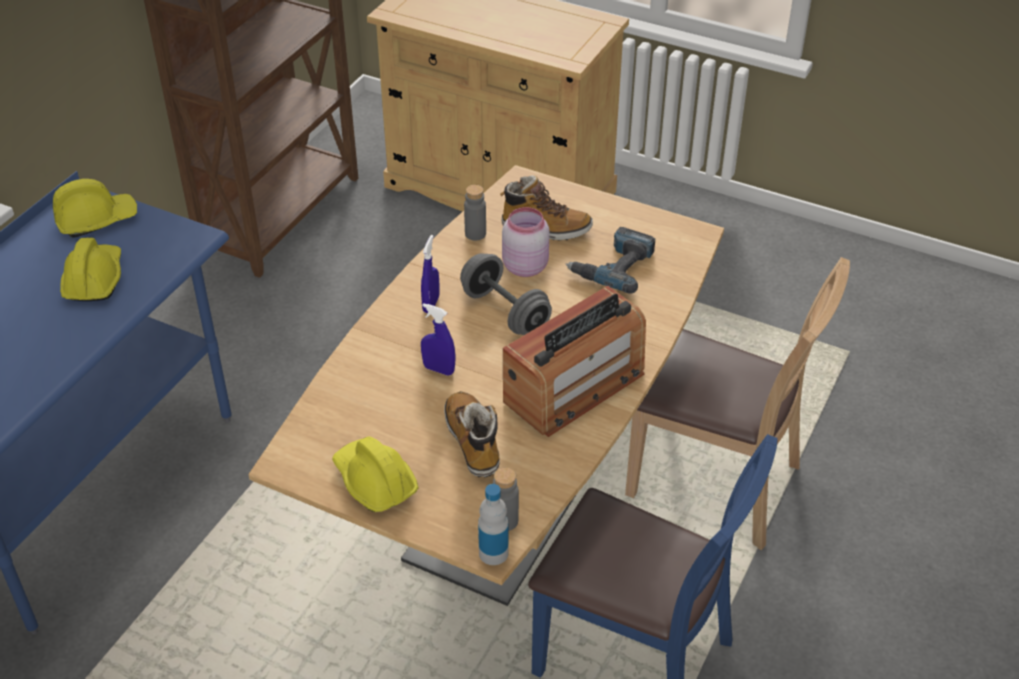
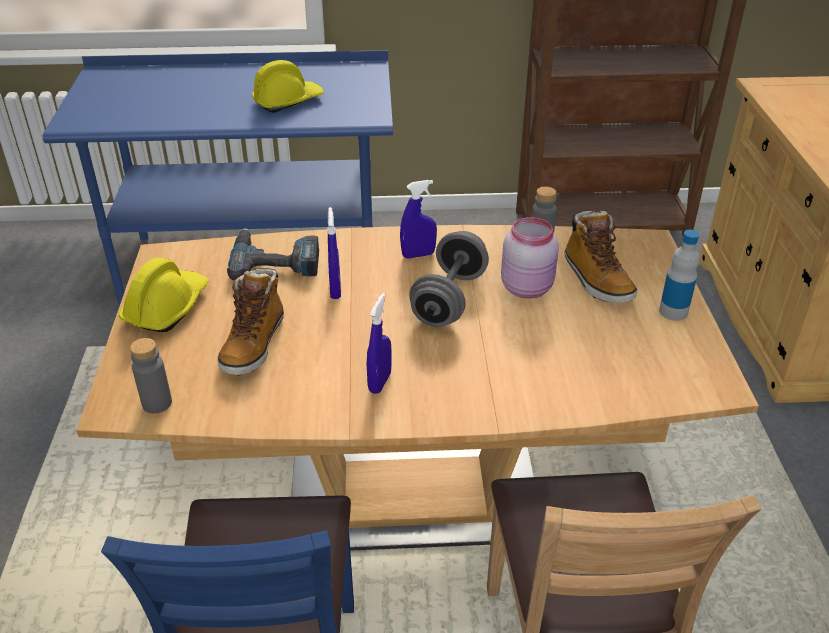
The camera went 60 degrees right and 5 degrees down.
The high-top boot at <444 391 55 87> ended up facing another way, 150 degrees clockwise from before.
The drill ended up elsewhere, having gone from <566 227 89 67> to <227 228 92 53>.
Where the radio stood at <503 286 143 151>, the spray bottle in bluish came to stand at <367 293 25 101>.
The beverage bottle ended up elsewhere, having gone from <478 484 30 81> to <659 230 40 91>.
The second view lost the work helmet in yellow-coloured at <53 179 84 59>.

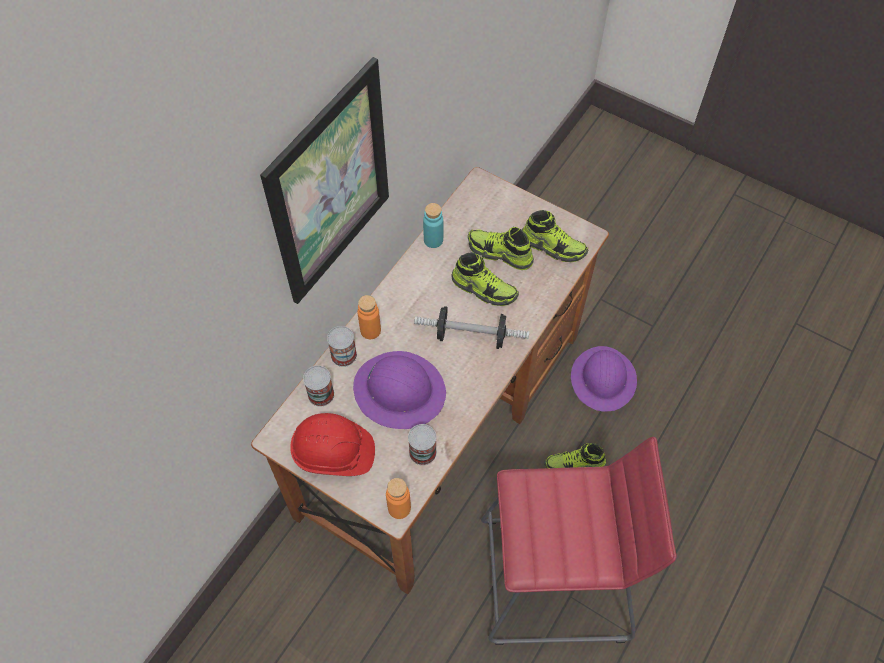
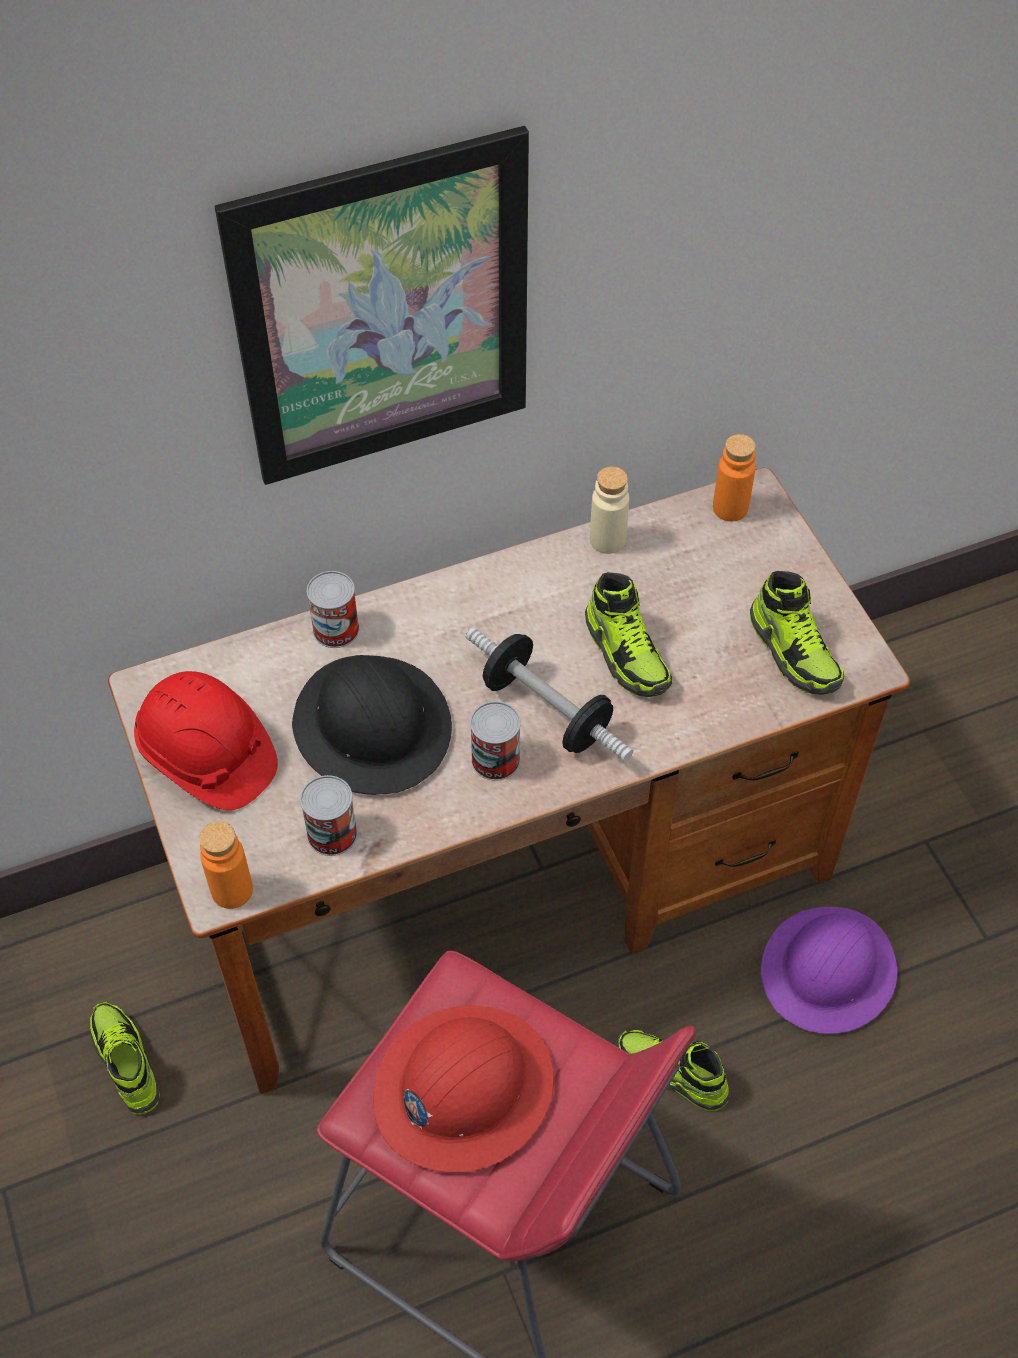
The camera went 35 degrees right and 5 degrees down.
The item of footwear ended up elsewhere, having gone from <468 227 66 43> to <90 1001 70 114>.
What was the work helmet in purple-coloured at <353 351 93 78> turned into the work helmet in blackish at <292 655 160 140>.
The second view gained the work helmet in red-coloured at <373 1006 181 167>.
The sealed can ended up elsewhere, having gone from <303 366 32 41> to <470 701 51 80>.
What was the beverage bottle in turquoise-coloured at <423 203 20 45> turned into the beverage bottle in beige at <590 466 39 88>.
The beverage bottle in orange ended up elsewhere, having gone from <358 295 23 44> to <713 434 43 87>.

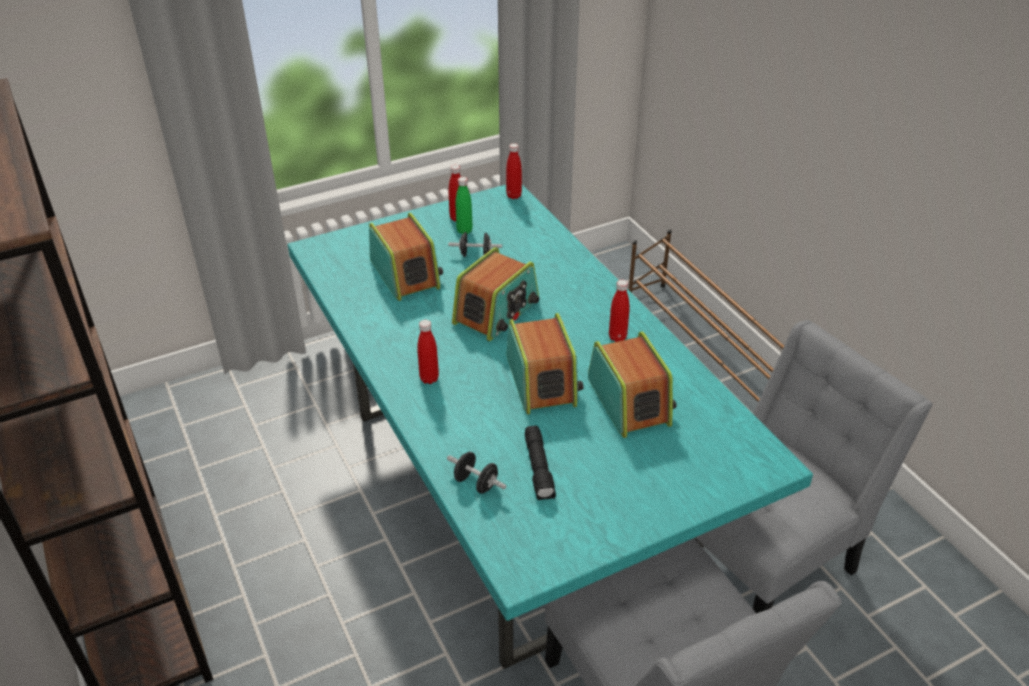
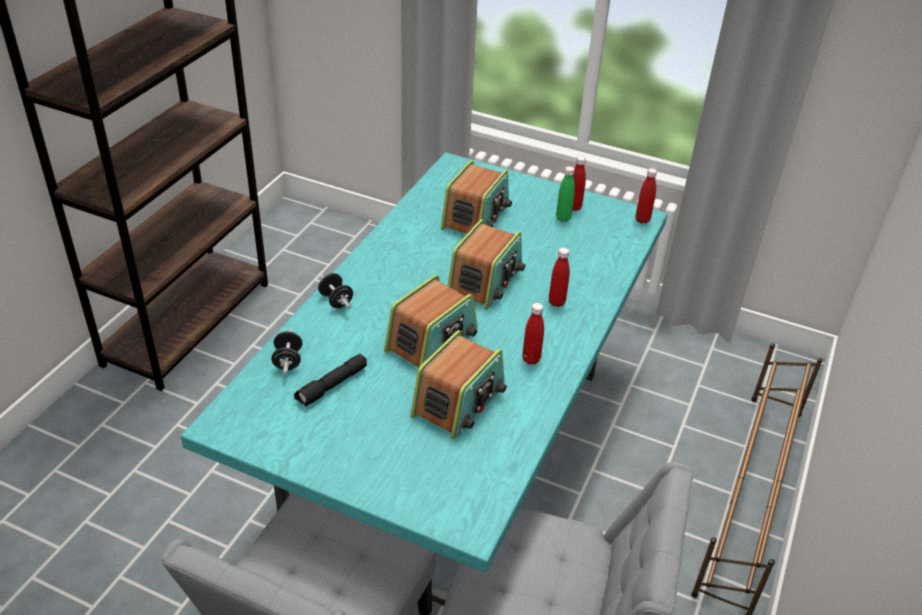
The camera went 50 degrees right and 0 degrees up.
The free weight in blackish ended up elsewhere, having gone from <448 232 54 25> to <318 273 35 35>.
The radio at <452 247 87 94> ended up facing another way, 60 degrees counterclockwise from before.
The beverage bottle in red-coloured ended up elsewhere, having gone from <417 320 22 64> to <549 247 21 60>.

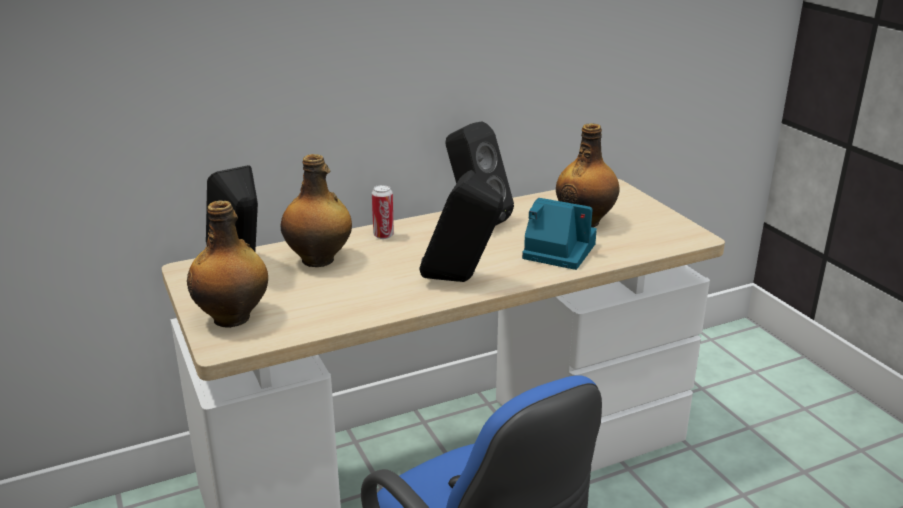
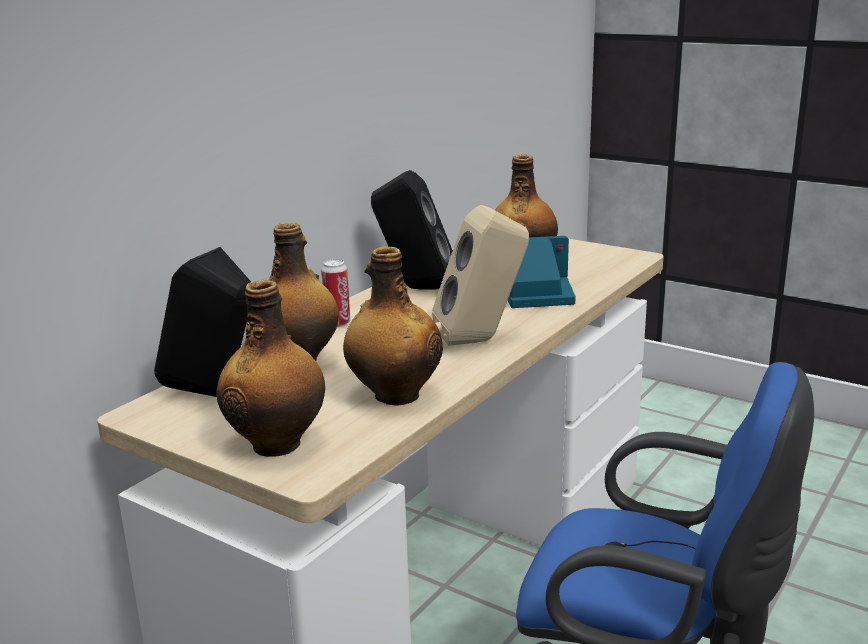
The camera went 30 degrees left and 5 degrees down.
The second view gained the beverage bottle at <343 246 100 159>.
What was the loudspeaker in blackish at <420 170 83 112> turned into the loudspeaker in beige at <432 205 97 141>.

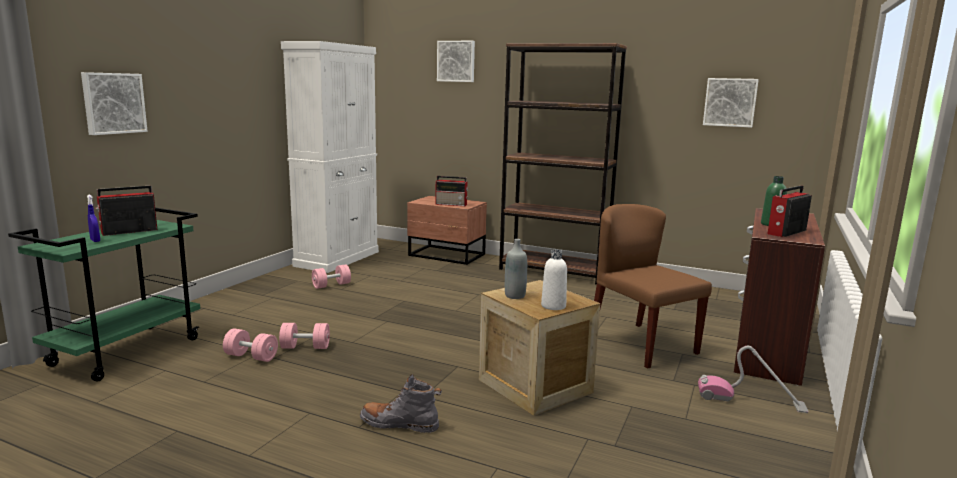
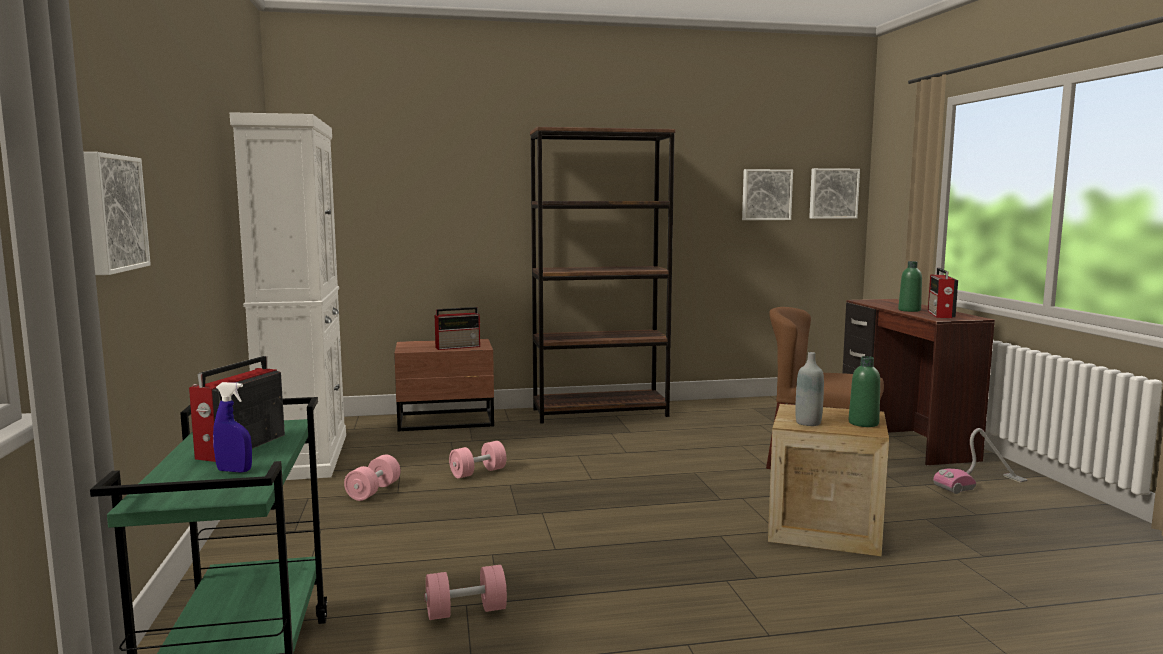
The camera went 35 degrees left and 5 degrees down.
The free weight in pink-coloured ended up elsewhere, having gone from <279 323 51 26> to <449 441 57 37>.
The wall art ended up elsewhere, having gone from <437 41 38 41> to <809 168 51 51>.
What was the beverage bottle in white at <541 250 26 60> turned into the beverage bottle in green at <848 356 32 71>.
The second view lost the high-top boot in greyish at <360 374 82 59>.

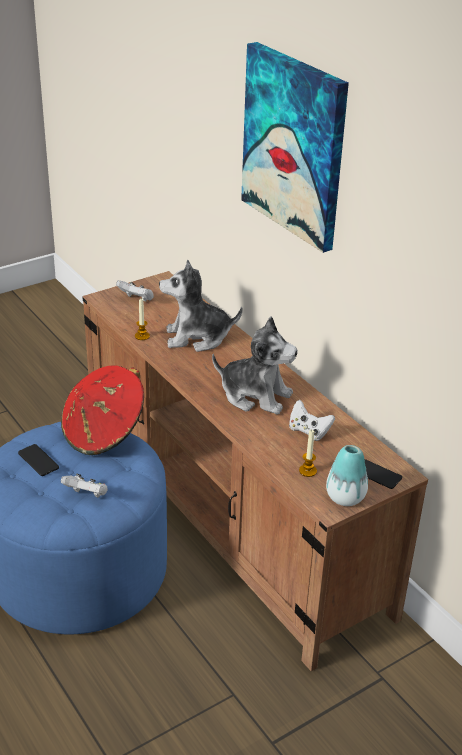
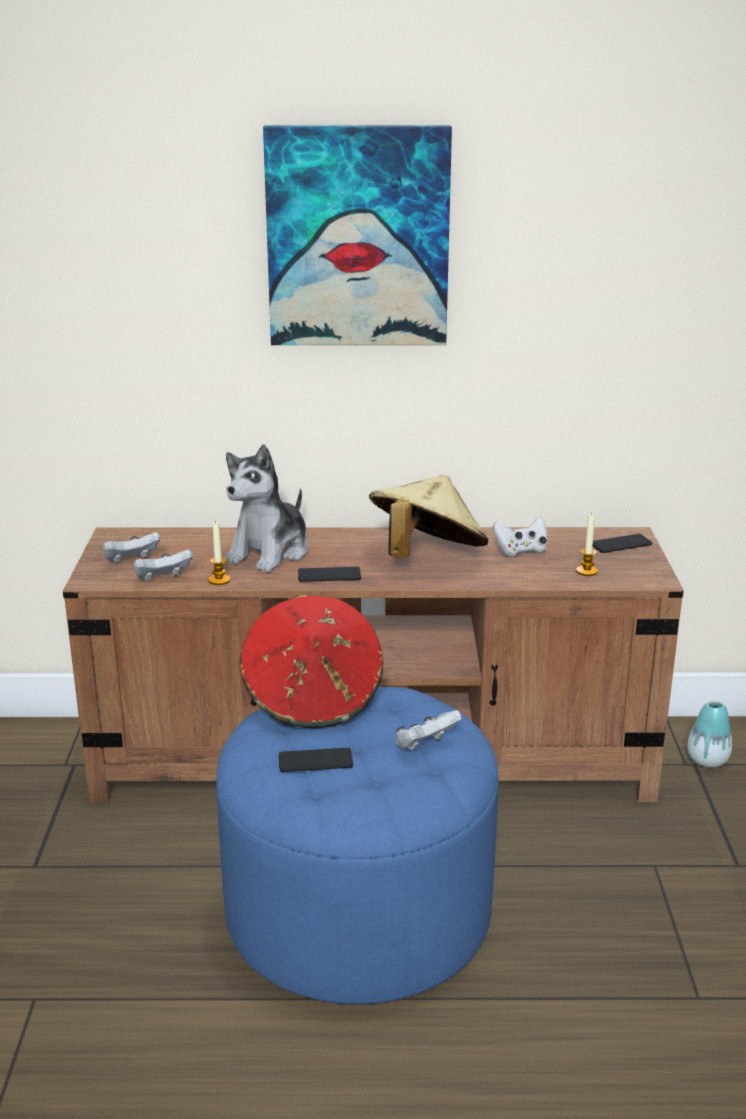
The camera went 55 degrees left and 10 degrees down.
The second view gained the joypad in white at <134 549 58 32>.
The second view gained the phone at <298 567 63 15>.
Where the cuddly toy stood at <212 316 86 98>, the clothing hat in beige came to stand at <369 475 119 84>.
The decorative vase ended up elsewhere, having gone from <326 445 42 61> to <687 701 45 67>.

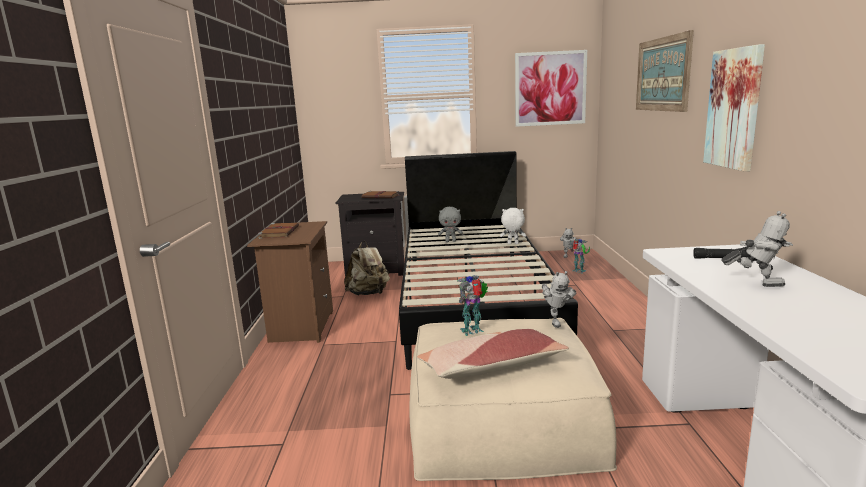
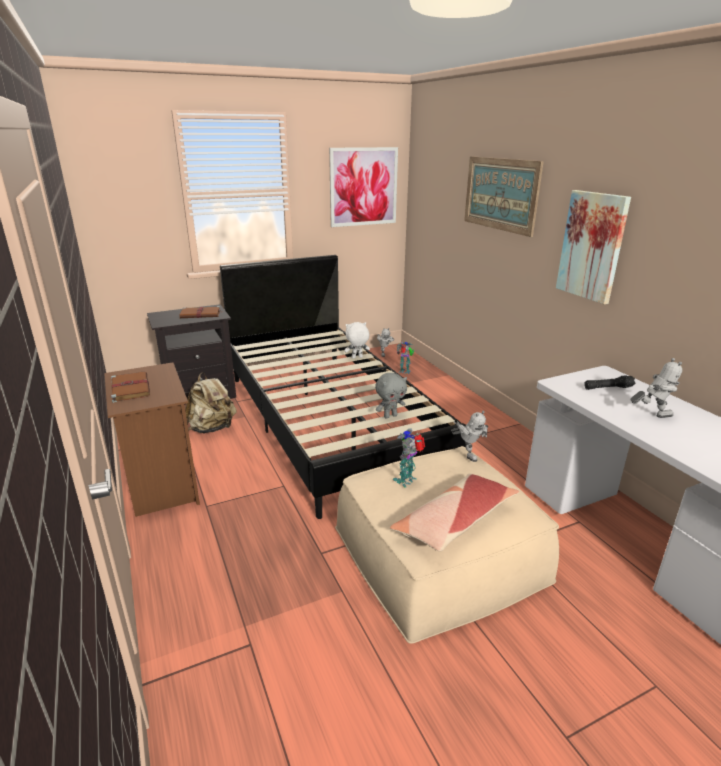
The camera went 25 degrees left and 10 degrees up.
The cuddly toy in greyish ended up elsewhere, having gone from <438 207 25 35> to <375 373 32 45>.

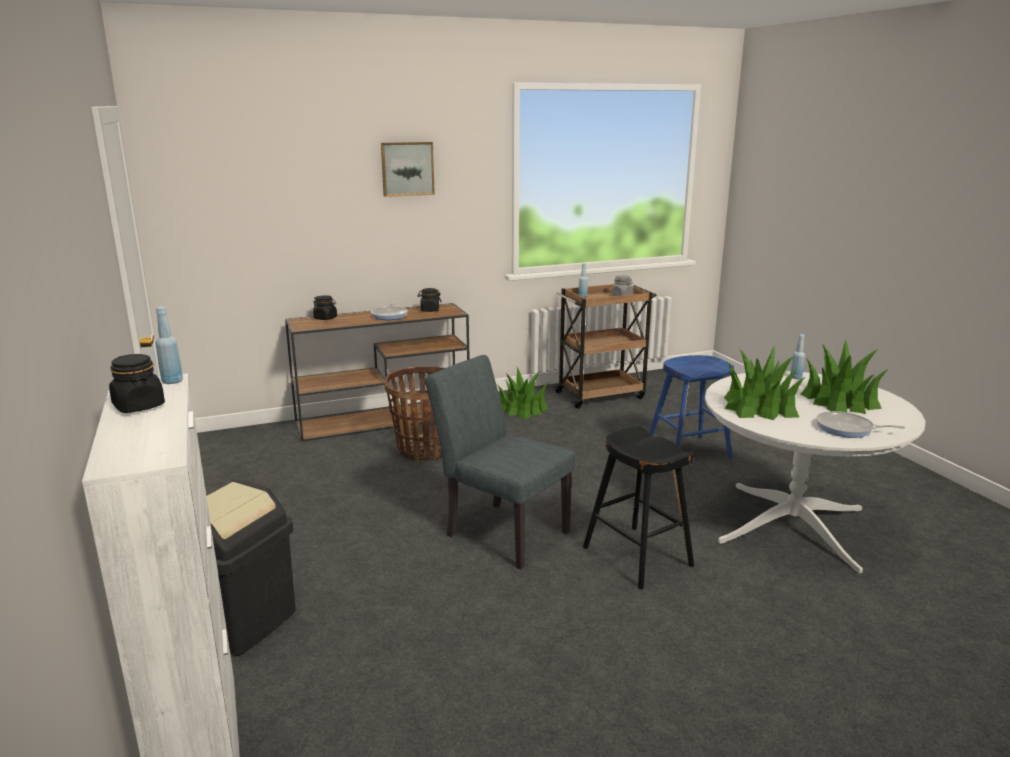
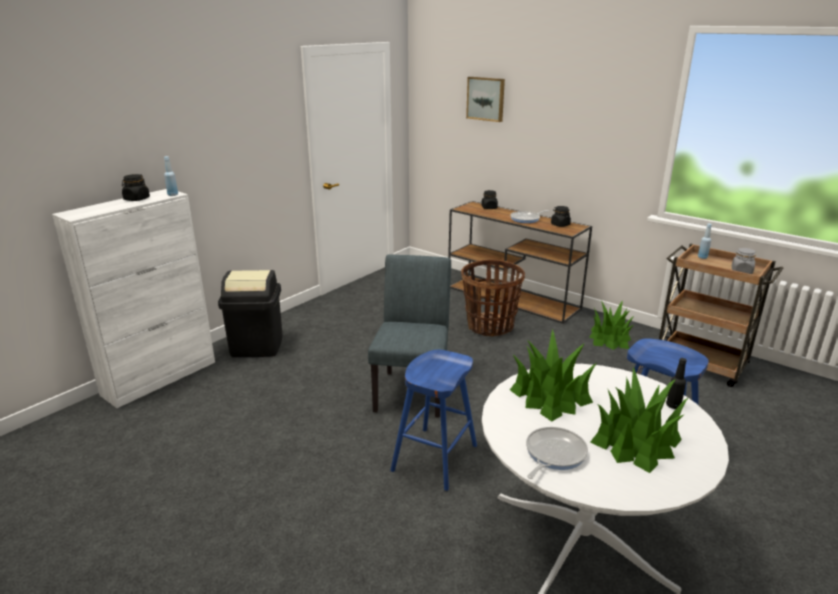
The camera went 60 degrees right and 5 degrees up.
What was the stool in blackish at <583 426 111 163> turned into the stool in bluish at <390 350 87 141>.
The wall art ended up elsewhere, having gone from <381 142 54 55> to <466 77 39 45>.
The skillet at <816 411 89 27> ended up facing another way, 45 degrees clockwise from before.
What was the beverage bottle in bluish at <790 334 15 45> turned into the beverage bottle in blackish at <666 358 21 51>.

